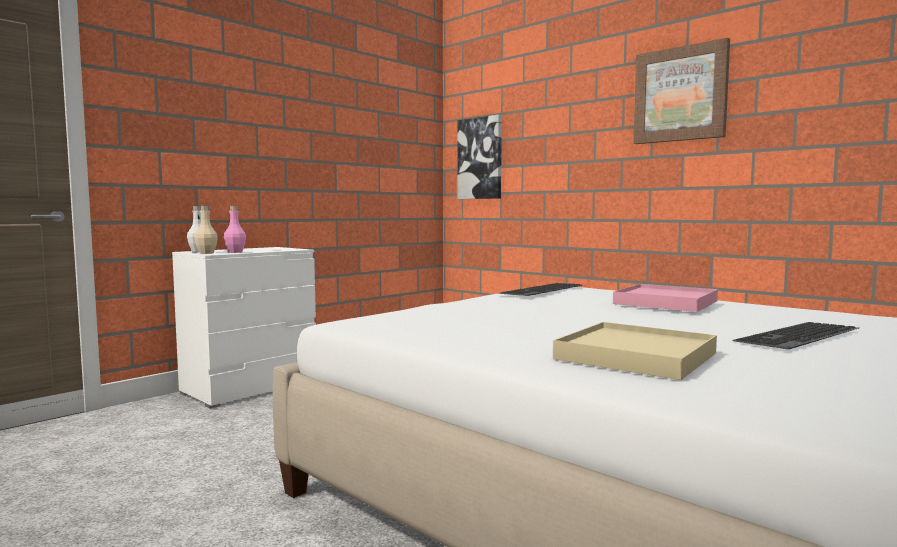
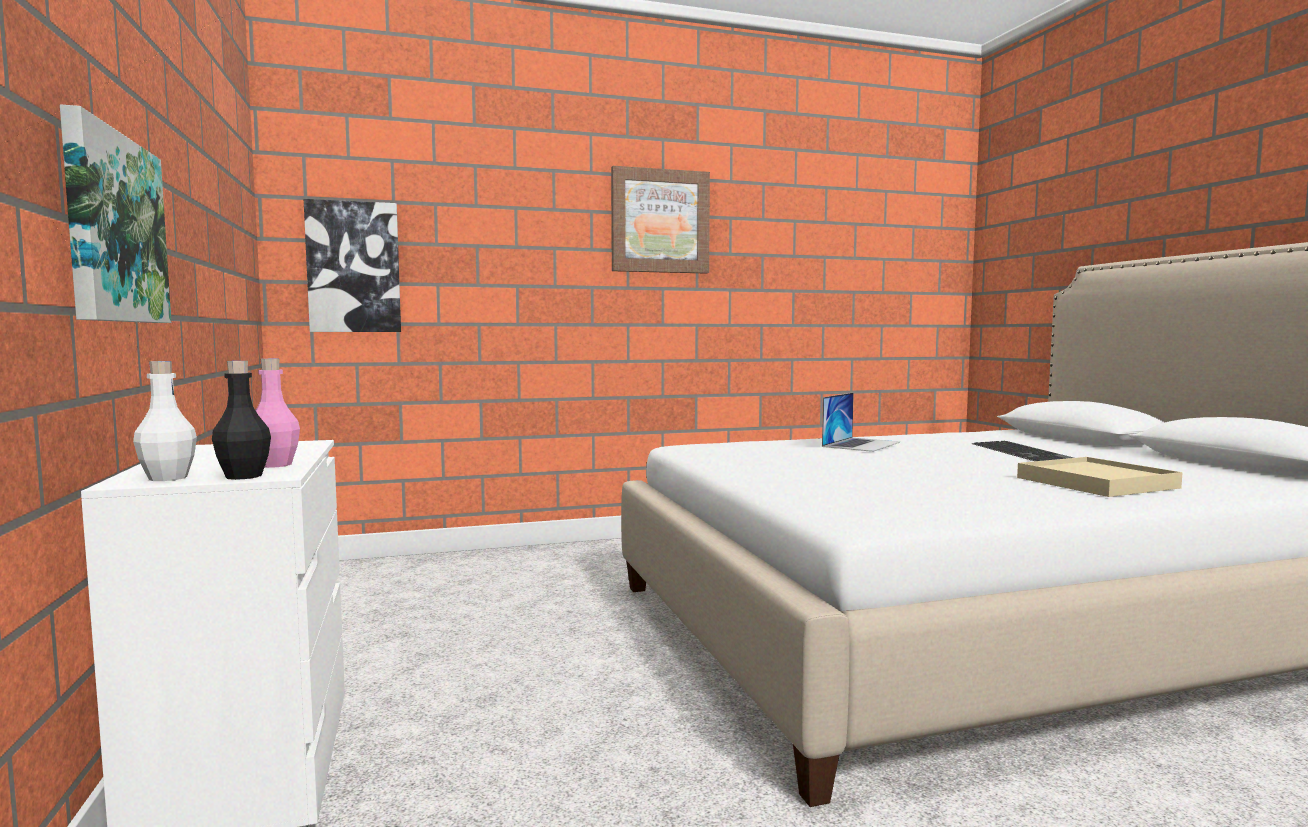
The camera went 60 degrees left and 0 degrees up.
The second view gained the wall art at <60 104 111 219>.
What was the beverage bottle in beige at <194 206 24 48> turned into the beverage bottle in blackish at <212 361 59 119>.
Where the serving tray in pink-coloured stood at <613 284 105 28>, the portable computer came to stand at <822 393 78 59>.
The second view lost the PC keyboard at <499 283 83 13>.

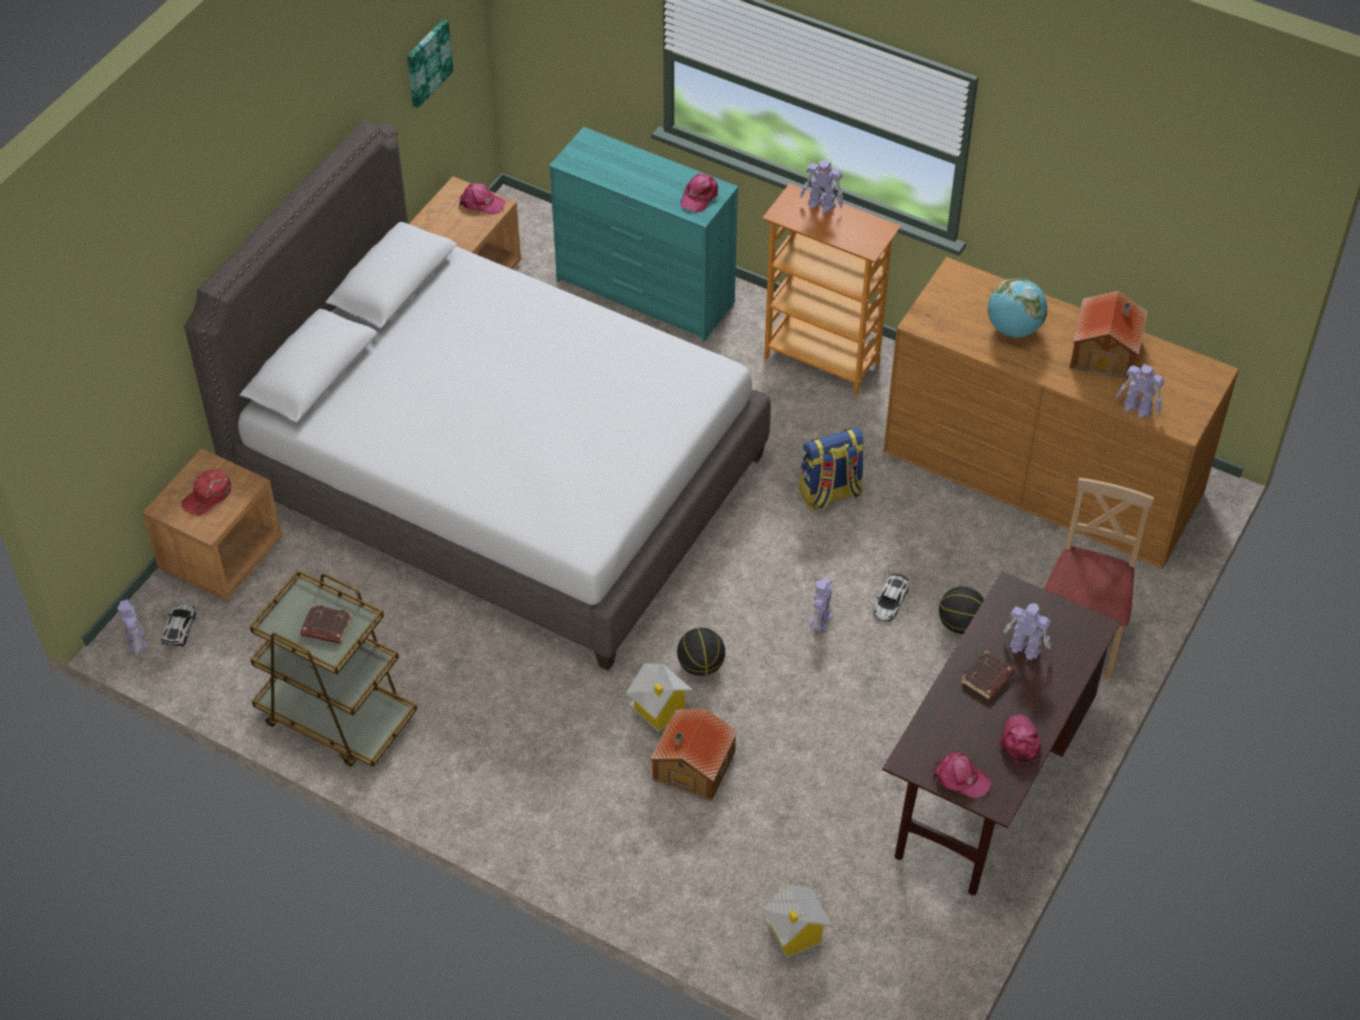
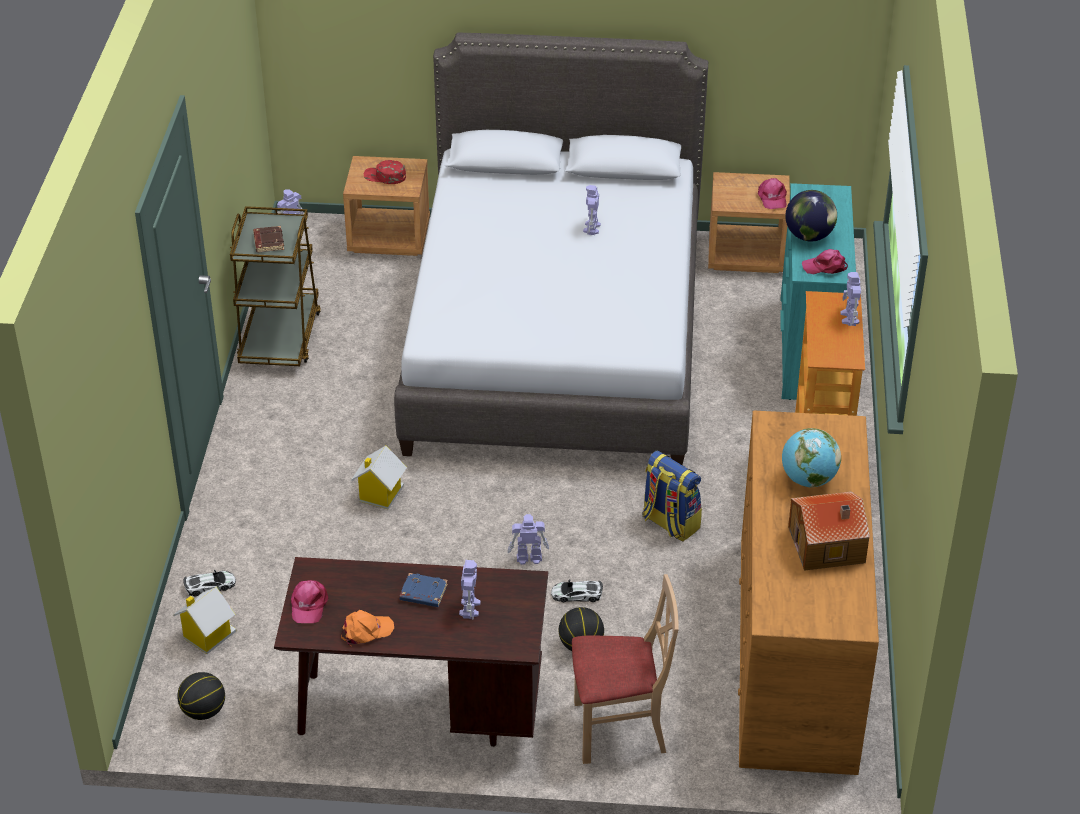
The camera went 65 degrees right and 10 degrees down.
The basketball ball ended up elsewhere, having gone from <677 628 48 48> to <177 672 48 48>.
The toy car ended up elsewhere, having gone from <161 604 35 43> to <183 570 53 26>.
What was the cap in pink-coloured at <1000 715 41 50> turned into the cap in orange at <341 610 53 36>.
What was the volume in brownish at <961 651 54 49> turned into the volume in bluish at <399 573 49 34>.
The model robot ended up elsewhere, having gone from <1116 364 49 55> to <583 185 18 50>.
The second view gained the desk globe at <785 190 52 52>.
The second view lost the wall art at <407 19 46 89>.
The second view lost the toy house at <651 709 87 93>.

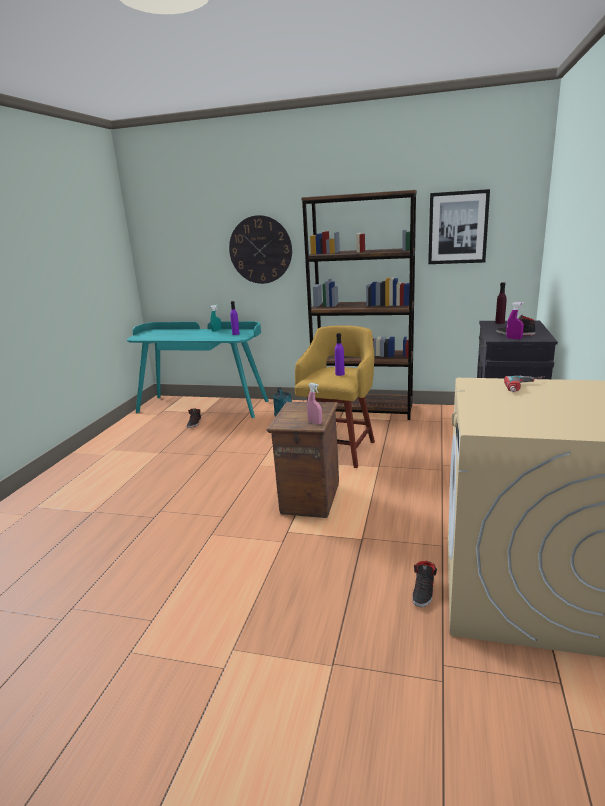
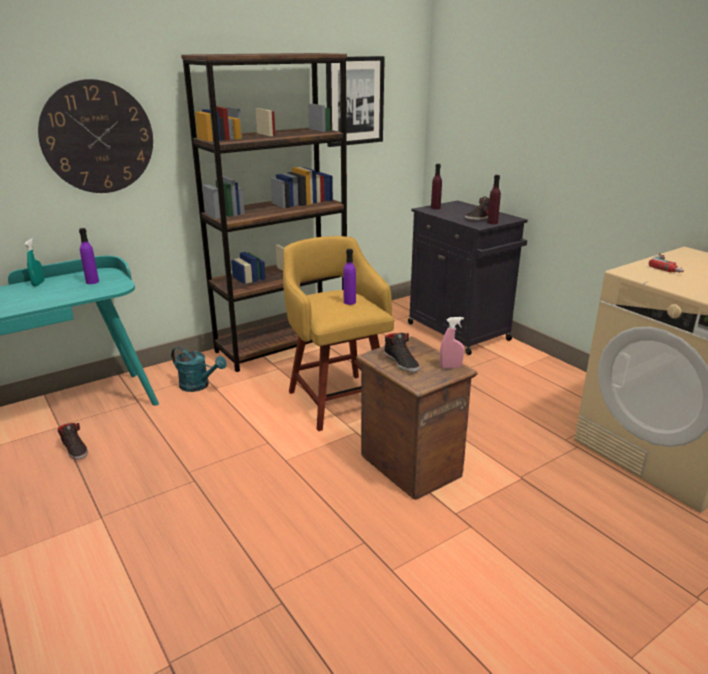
The camera went 50 degrees left and 5 degrees up.
The item of footwear in blackish ended up elsewhere, having gone from <412 561 25 46> to <384 333 35 39>.
Where the spray bottle in purple-coloured stood at <506 302 18 37>, the beverage bottle in purple-coloured came to stand at <487 175 14 49>.

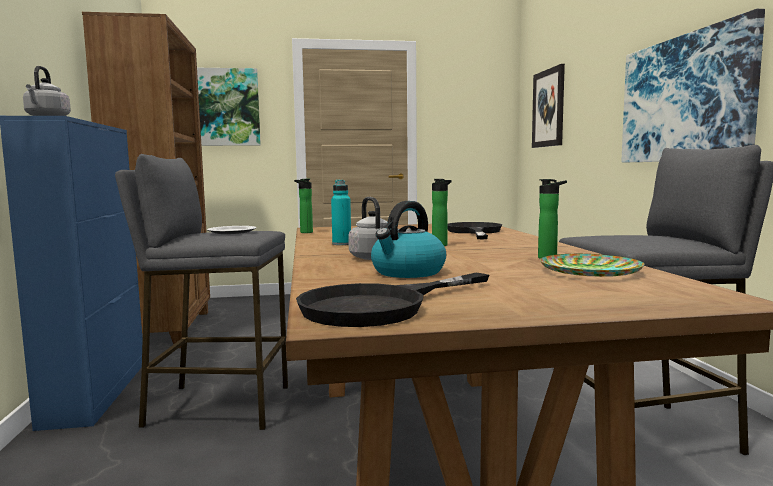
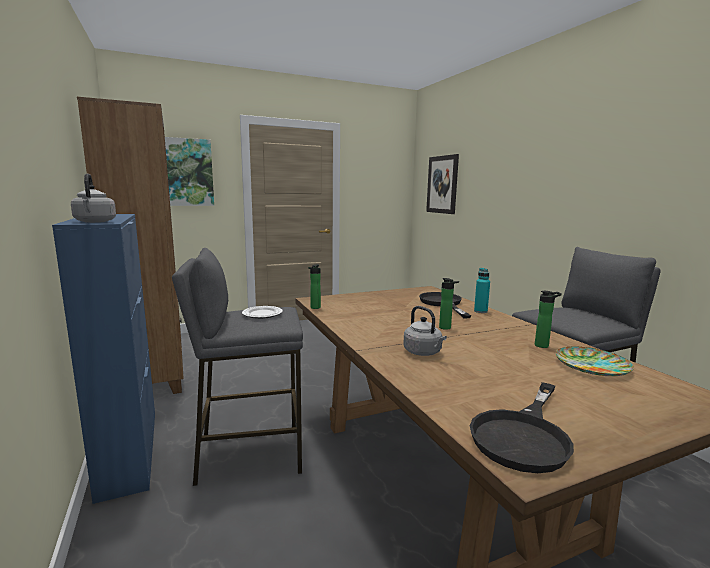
The camera went 15 degrees left and 5 degrees up.
The beverage bottle in turquoise-coloured ended up elsewhere, having gone from <331 180 20 65> to <474 268 16 45>.
The second view lost the tea kettle at <371 201 75 77>.
The second view lost the wall art at <621 9 144 153>.

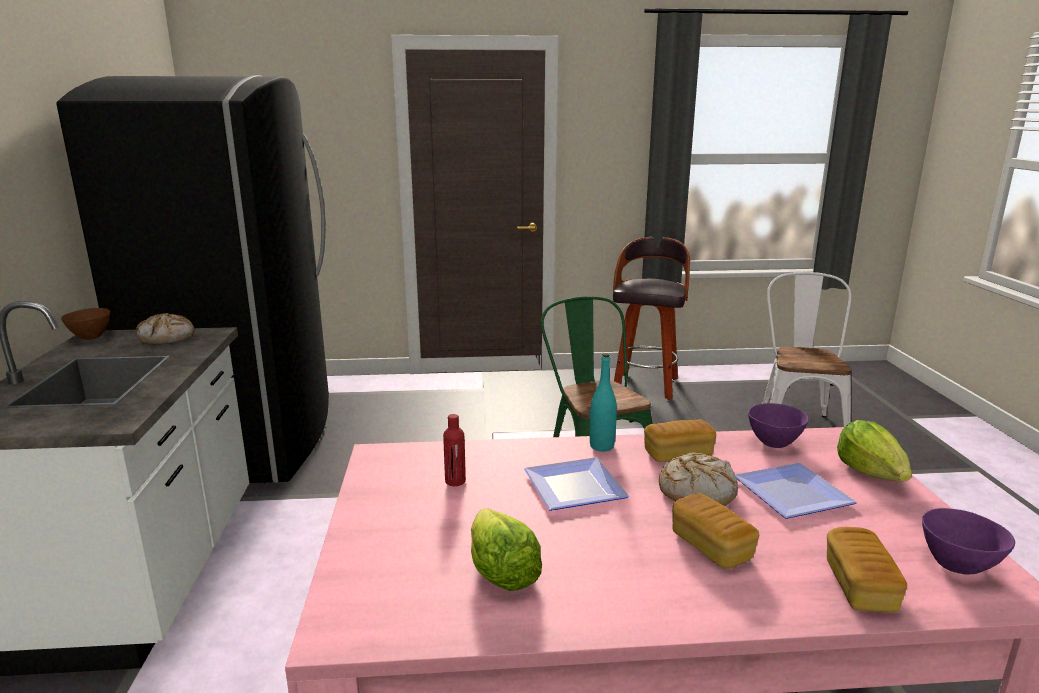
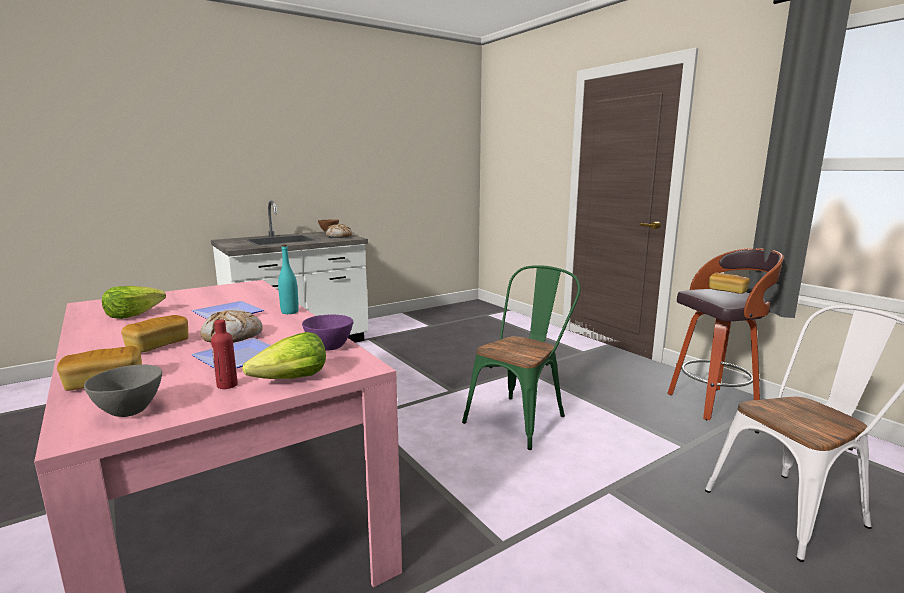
The camera went 60 degrees right and 5 degrees down.
What was the bowl in purple-coloured at <922 508 93 67> turned into the bowl in greyish at <84 365 78 52>.
The beverage bottle in red-coloured ended up elsewhere, having gone from <443 414 23 72> to <211 319 27 70>.
The baked bread ended up elsewhere, having gone from <644 419 72 43> to <709 273 41 21>.
The second view lost the refrigerator in blackish at <56 75 273 409>.

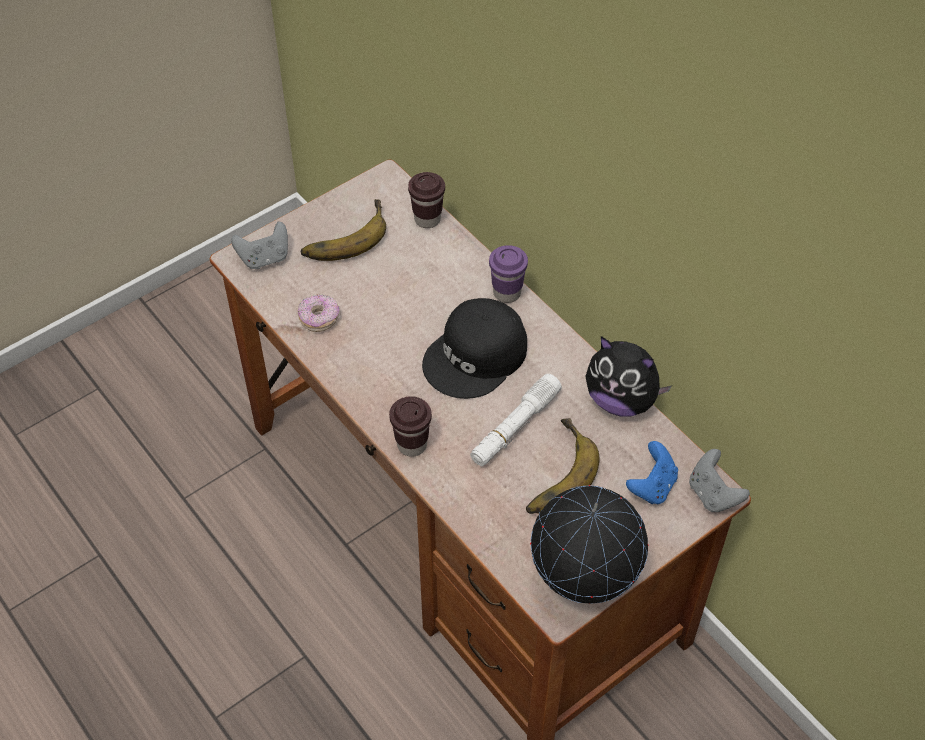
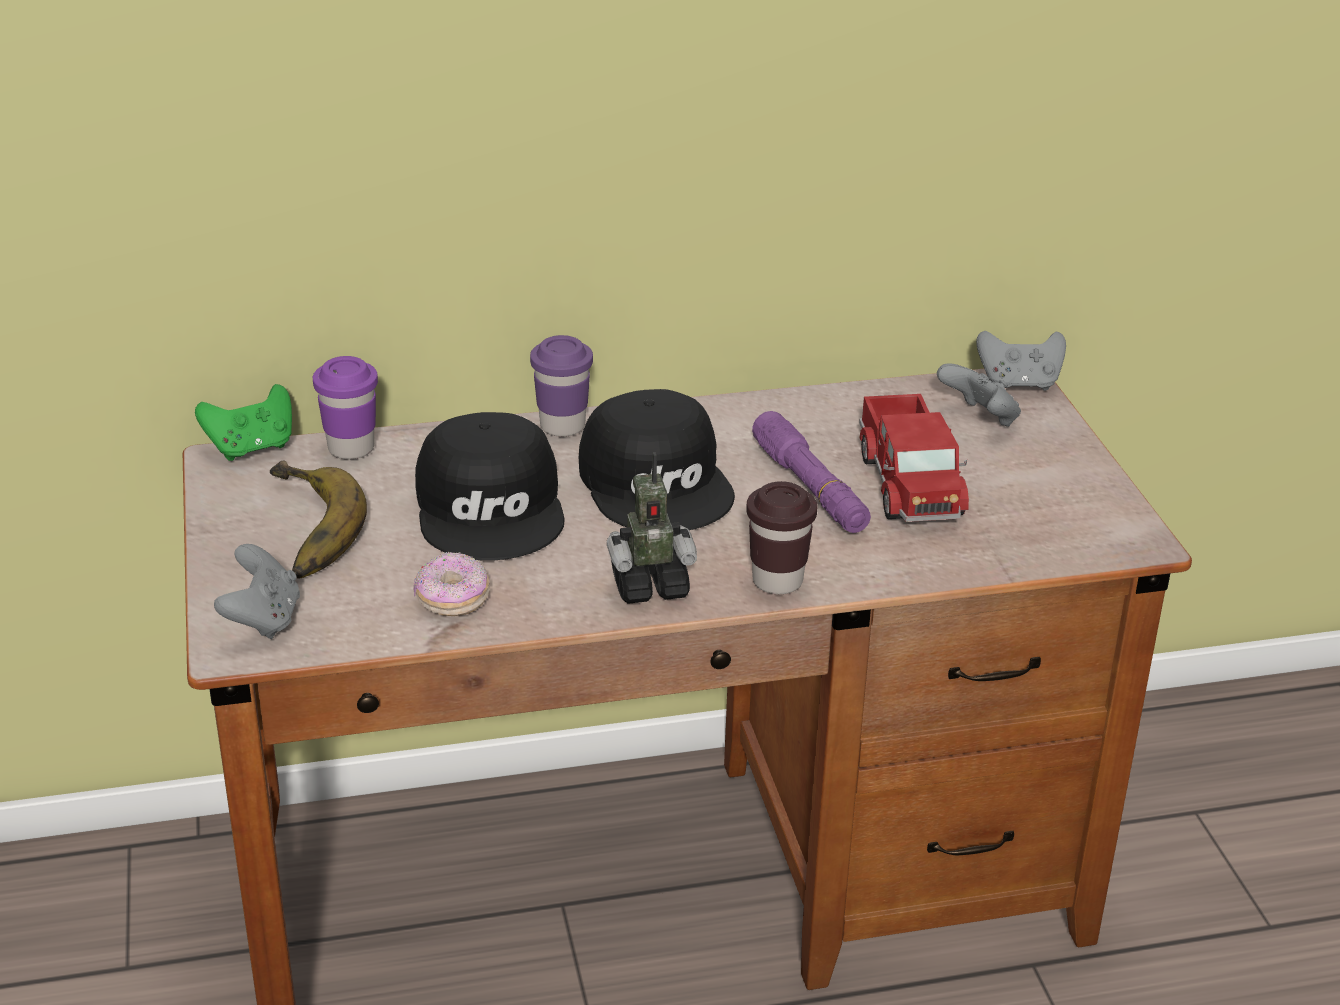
The camera went 65 degrees left and 20 degrees down.
The second view gained the joypad in green at <195 384 97 77>.
What was the cup in brownish at <408 172 37 56> turned into the cup in purple-coloured at <313 356 65 103>.
The second view gained the cap in blackish at <415 412 150 149>.
The second view gained the model robot at <607 453 90 151>.
What was the torch in white at <470 374 92 92> turned into the torch in purple-coloured at <752 411 119 122>.
Where the banana fruit stood at <526 418 74 96>, the model truck came to stand at <859 394 110 128>.
What was the joypad in bluish at <626 441 52 63> turned into the joypad in greyish at <937 363 84 64>.
The second view lost the desk globe at <530 485 118 119>.
The second view lost the cuddly toy at <585 336 87 81>.

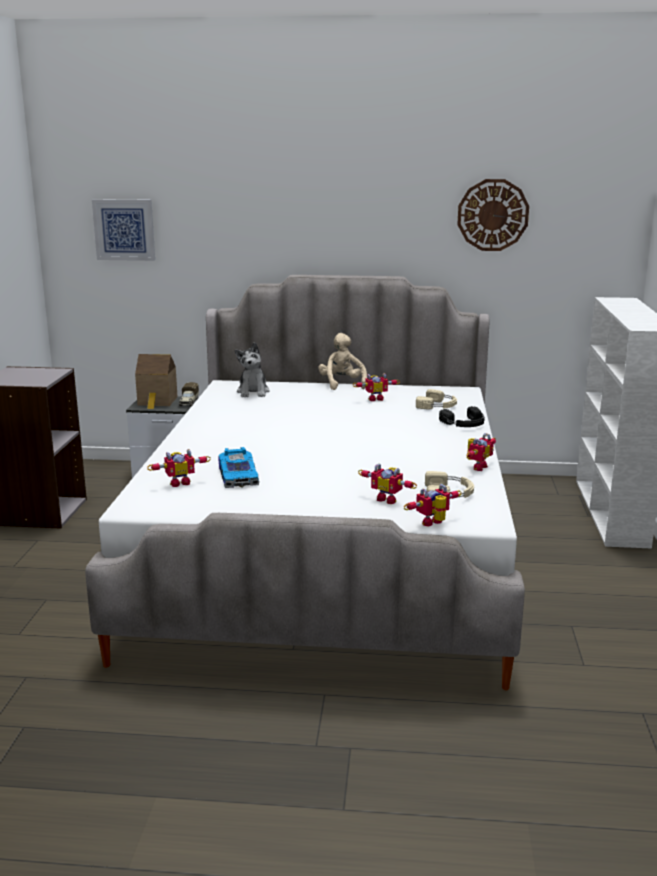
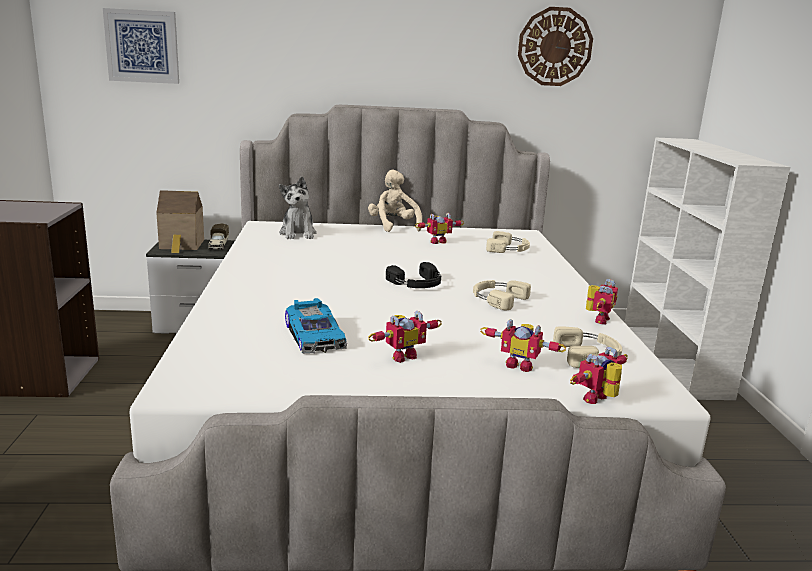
The camera went 10 degrees left and 0 degrees up.
The model robot ended up elsewhere, having gone from <147 449 64 38> to <368 311 74 52>.
The headphones in blackish ended up elsewhere, having gone from <439 406 46 21> to <386 262 55 26>.
The second view gained the headphones in beige at <473 280 58 30>.

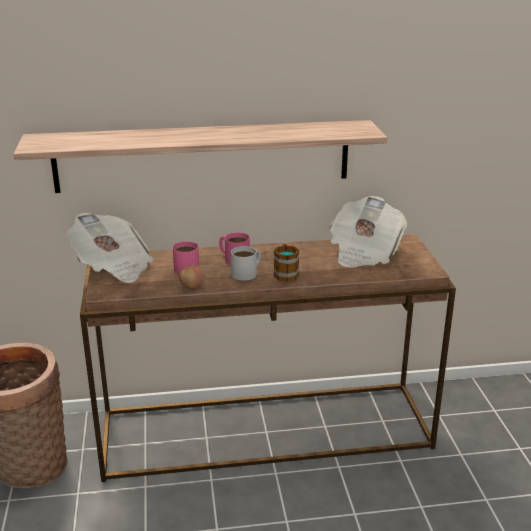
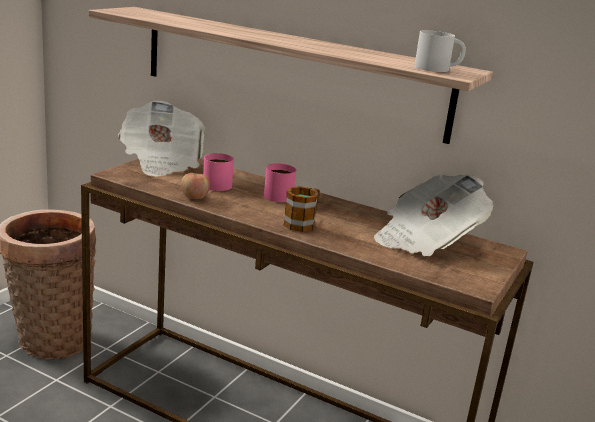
The camera went 35 degrees right and 5 degrees down.
The tea mug in white ended up elsewhere, having gone from <231 246 30 35> to <414 30 52 42>.

